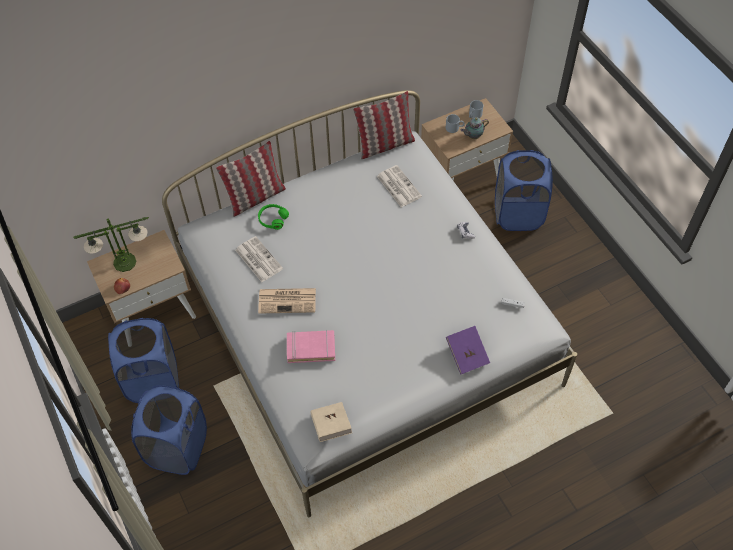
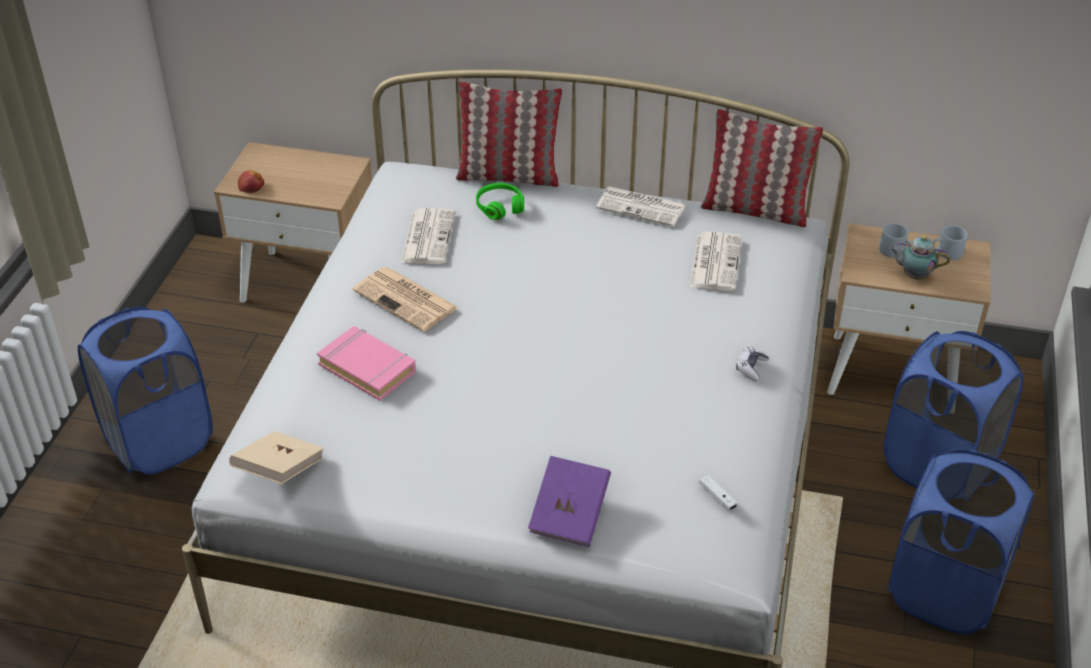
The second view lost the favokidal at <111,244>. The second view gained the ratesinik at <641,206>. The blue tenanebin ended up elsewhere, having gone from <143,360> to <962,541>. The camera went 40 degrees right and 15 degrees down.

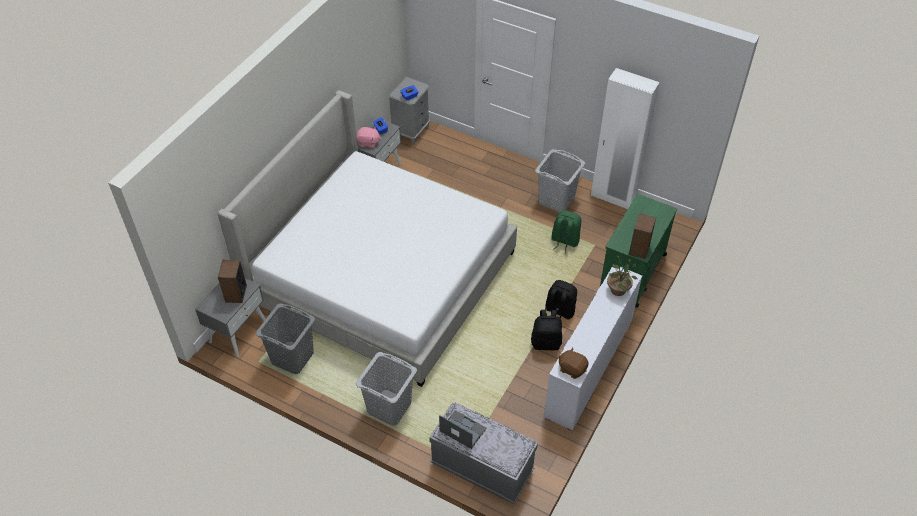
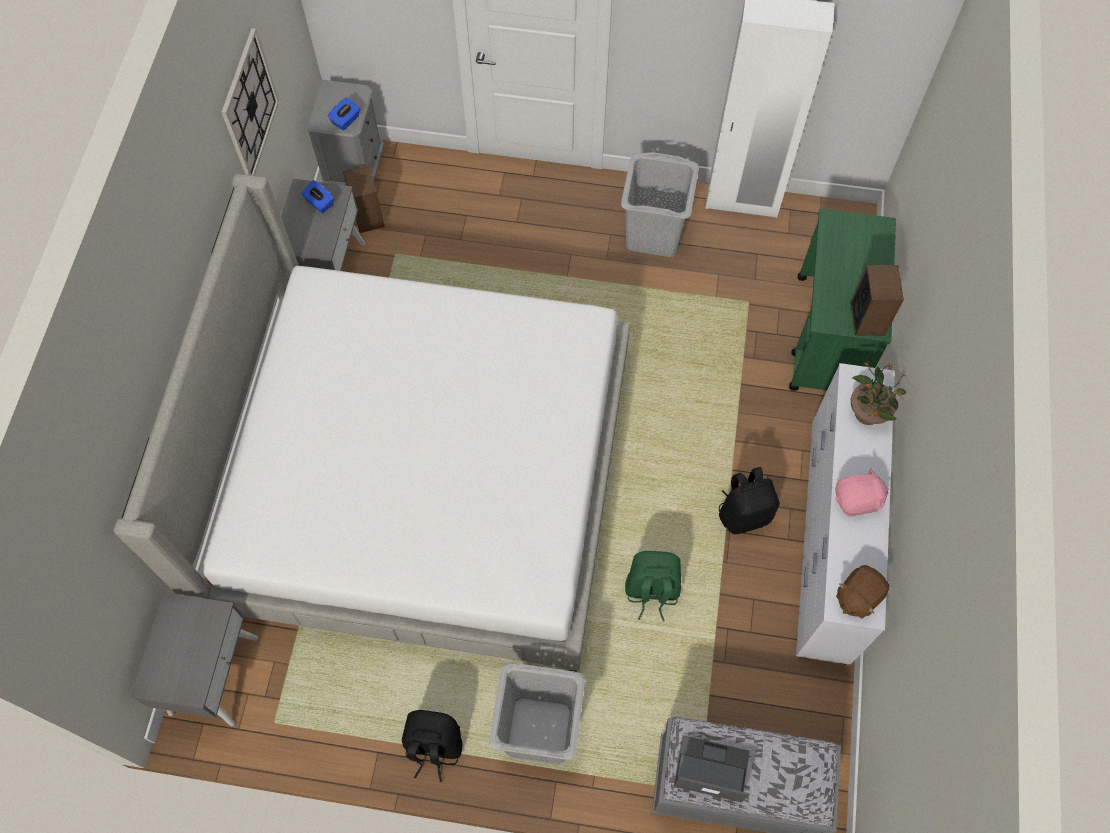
The second view lost the grey tenanebin at <285,338>. The second view gained the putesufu at <250,102>. The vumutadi ended up elsewhere, having gone from <232,281> to <364,199>. The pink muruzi ended up elsewhere, having gone from <368,137> to <862,492>. The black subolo ended up elsewhere, having gone from <561,299> to <432,746>. The green subolo ended up elsewhere, having gone from <566,231> to <653,586>. The brown muruzi at <573,363> ended up facing another way, 60 degrees counterclockwise from before. The camera went 20 degrees left and 15 degrees up.

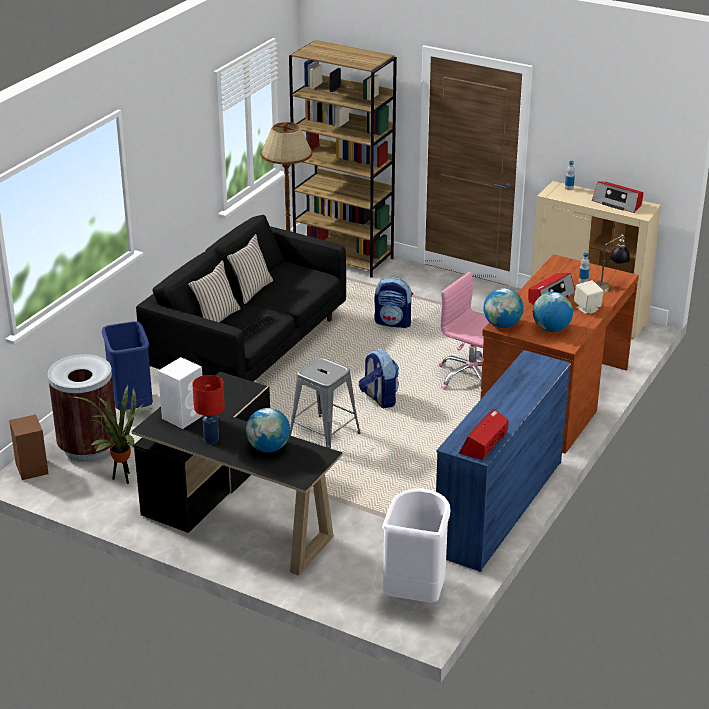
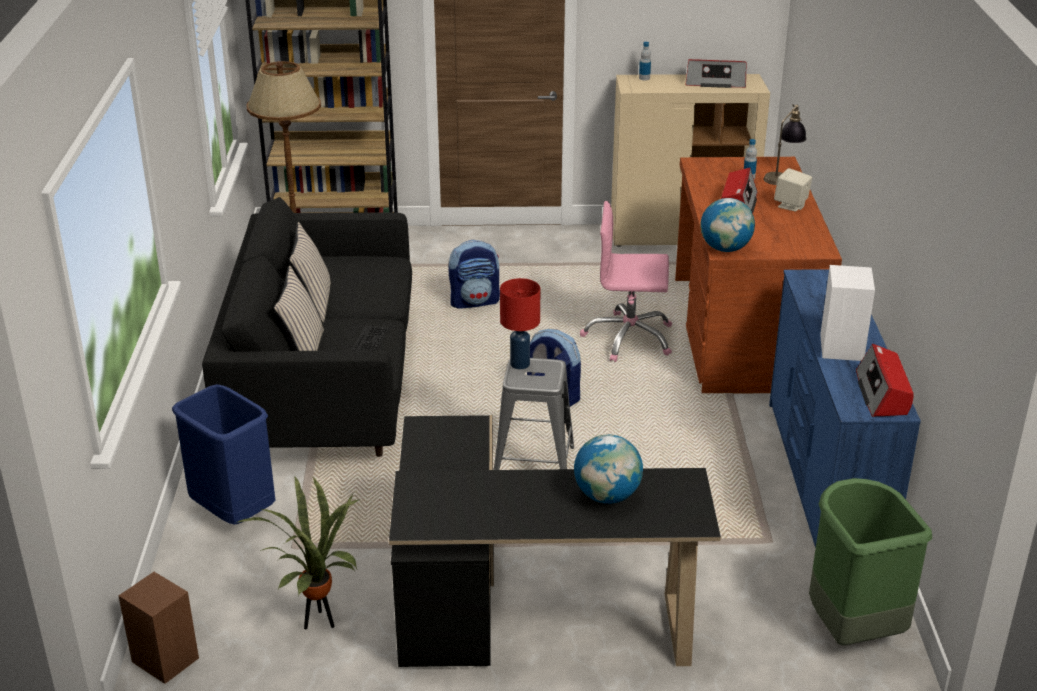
The second view lost the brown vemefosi at <83,408>. The second view lost the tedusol at <553,312>. The white vumutadi ended up elsewhere, having gone from <180,393> to <847,313>. The red favokidal ended up elsewhere, having gone from <208,409> to <520,323>. What was the white vemefosi at <416,545> turned into the green vemefosi at <870,561>. The camera went 30 degrees left and 0 degrees up.

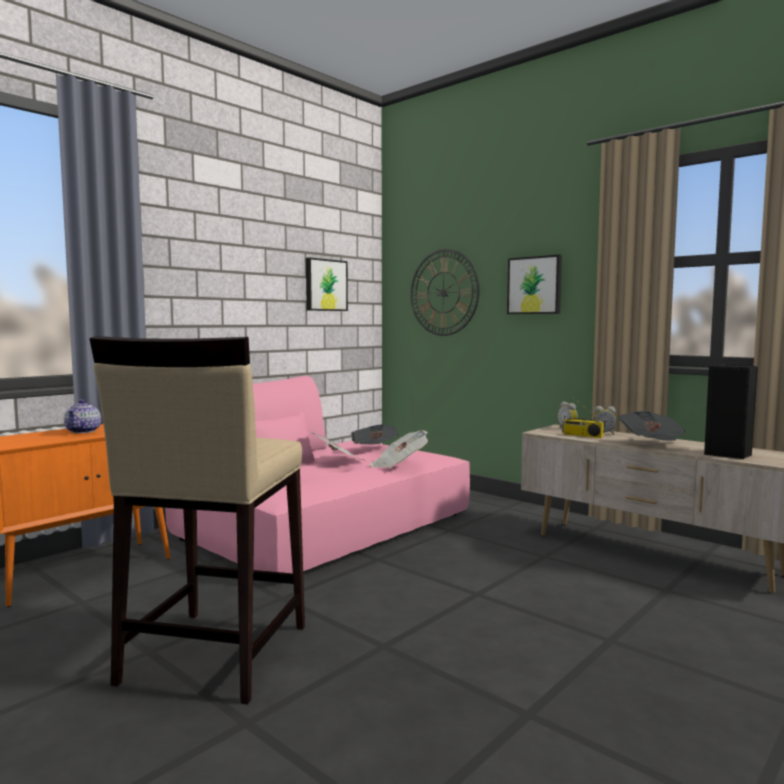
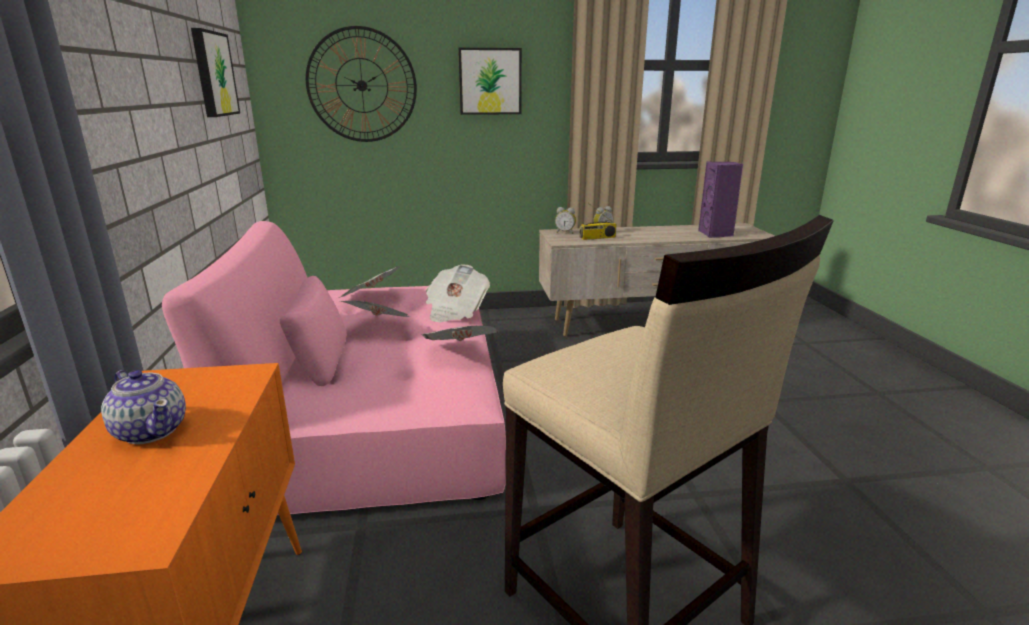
The ratesinik ended up elsewhere, having gone from <651,426> to <460,333>. What was the black vumutadi at <731,411> turned into the purple vumutadi at <720,199>. The camera went 50 degrees left and 15 degrees up.

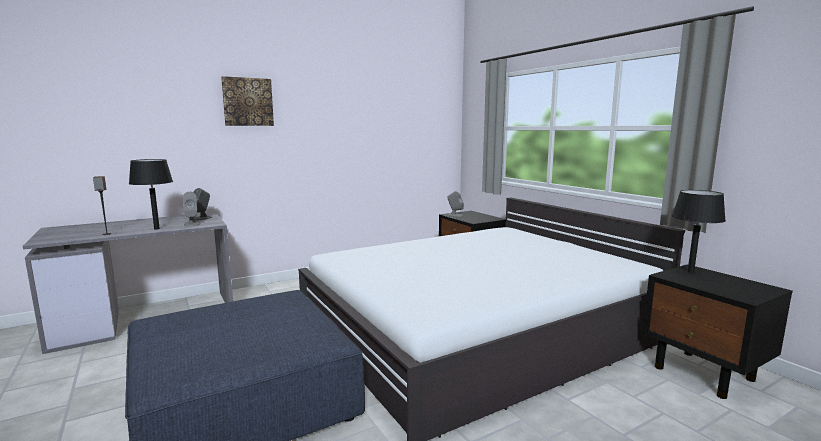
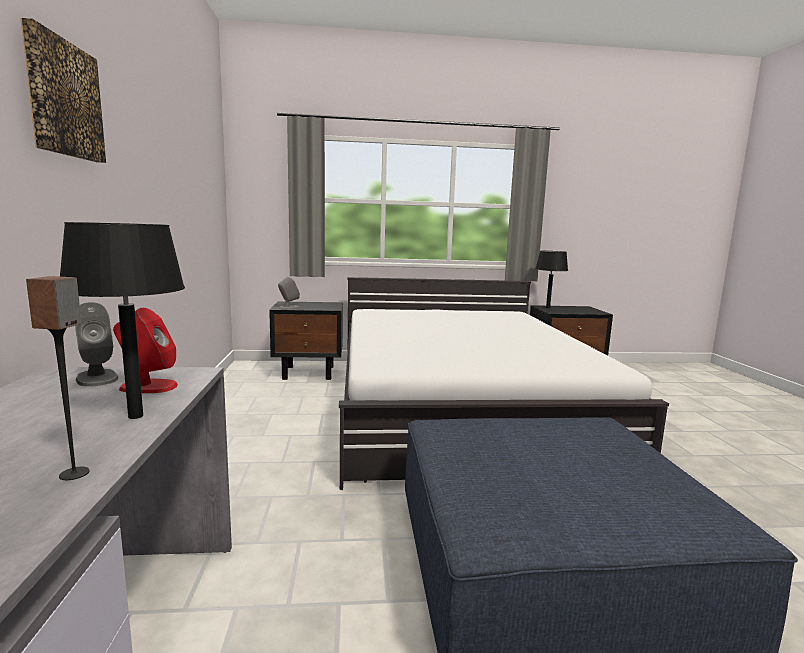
What was the grey vumutadi at <192,209> turned into the red vumutadi at <145,350>. The camera went 65 degrees left and 0 degrees up.

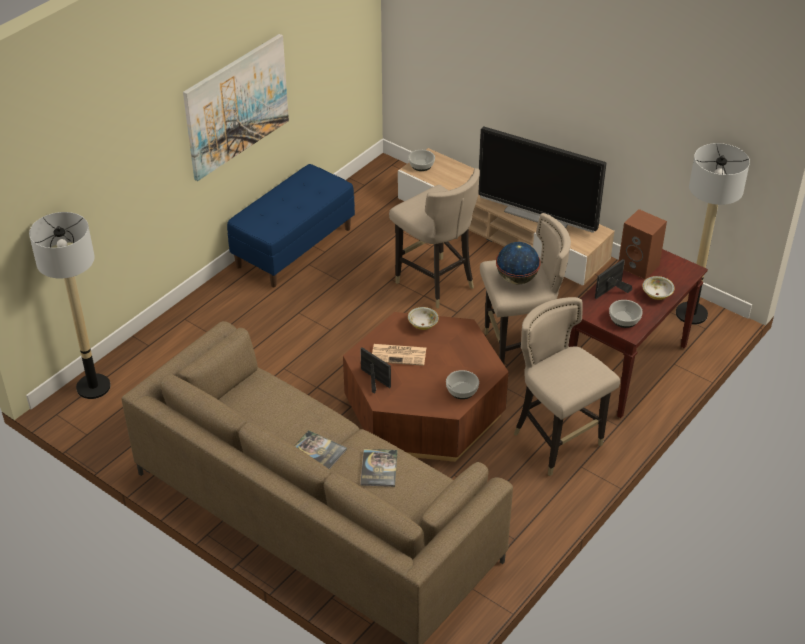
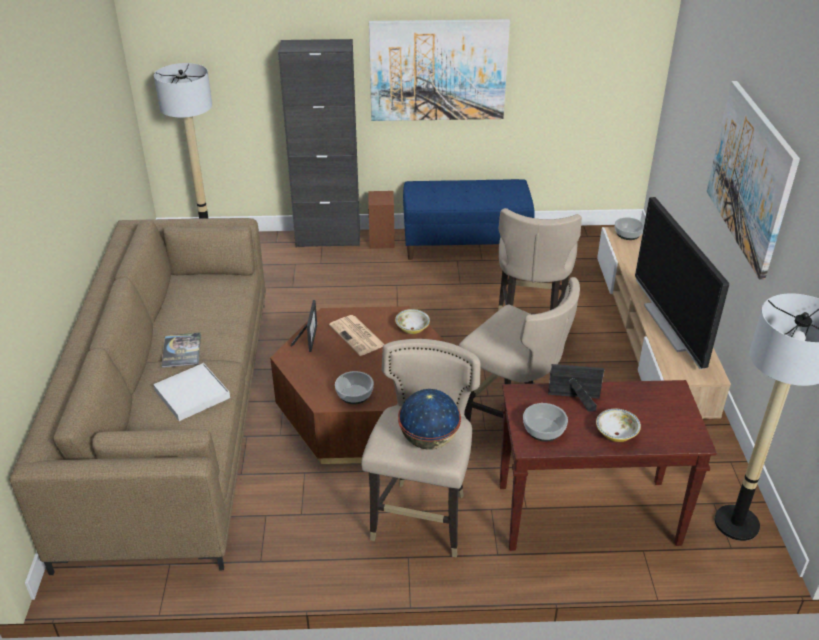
The second view gained the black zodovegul at <319,143>. The second view gained the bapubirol at <753,180>. The tedusol ended up elsewhere, having gone from <518,263> to <429,419>. The brown vumutadi ended up elsewhere, having gone from <643,244> to <381,219>. Where the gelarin stood at <379,468>, the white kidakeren came to stand at <191,392>. The camera went 50 degrees right and 5 degrees down.

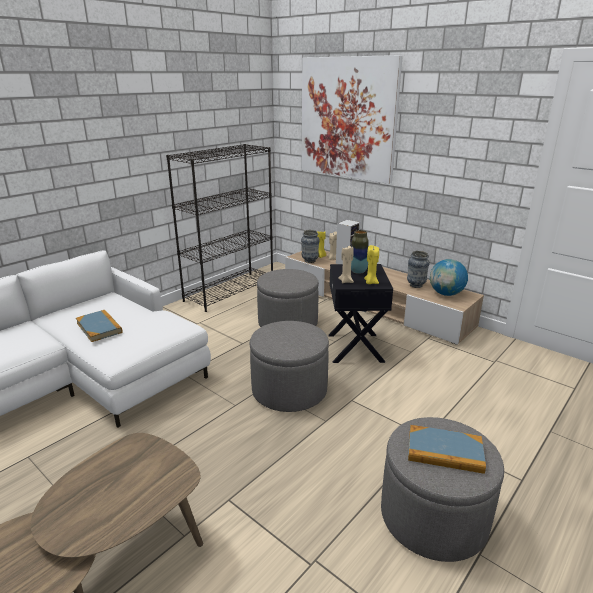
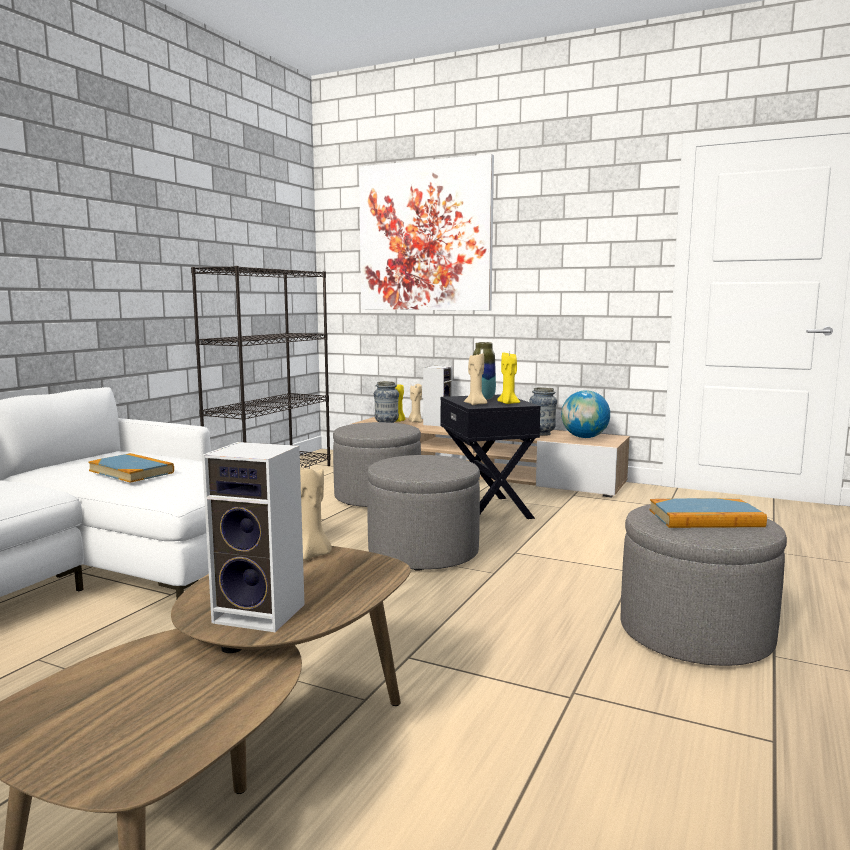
The second view gained the vumutadi at <253,537>. The second view gained the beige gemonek at <316,512>. The camera went 15 degrees left and 15 degrees down.

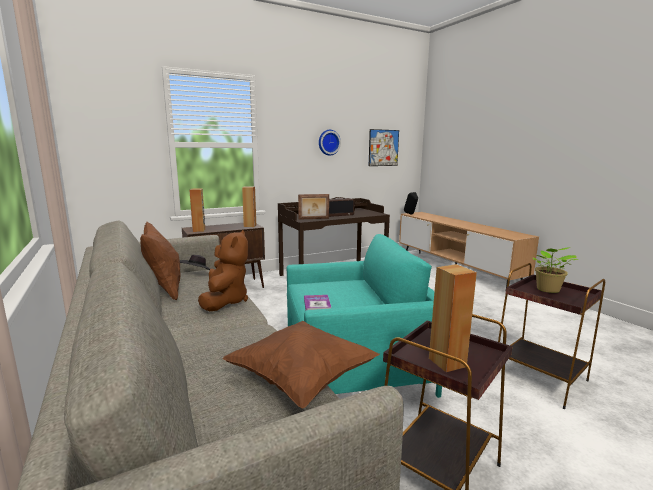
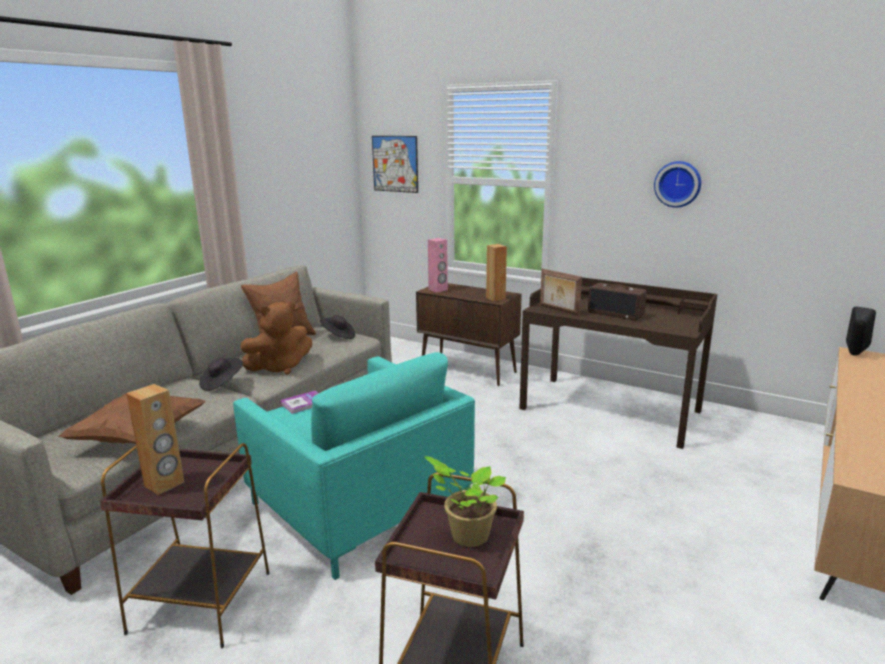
The second view gained the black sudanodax at <221,374>. The bapubirol ended up elsewhere, having gone from <384,147> to <395,164>. What was the brown vumutadi at <197,210> turned into the pink vumutadi at <438,265>. The camera went 60 degrees right and 5 degrees up.

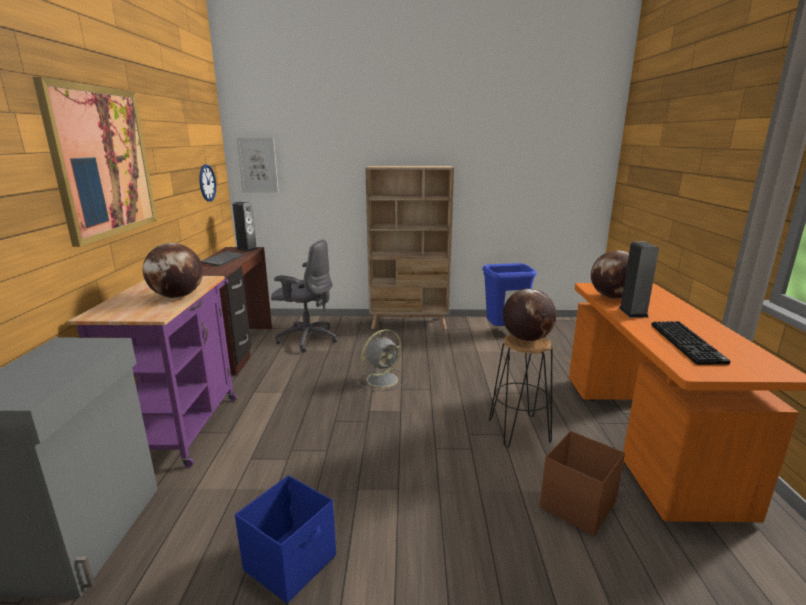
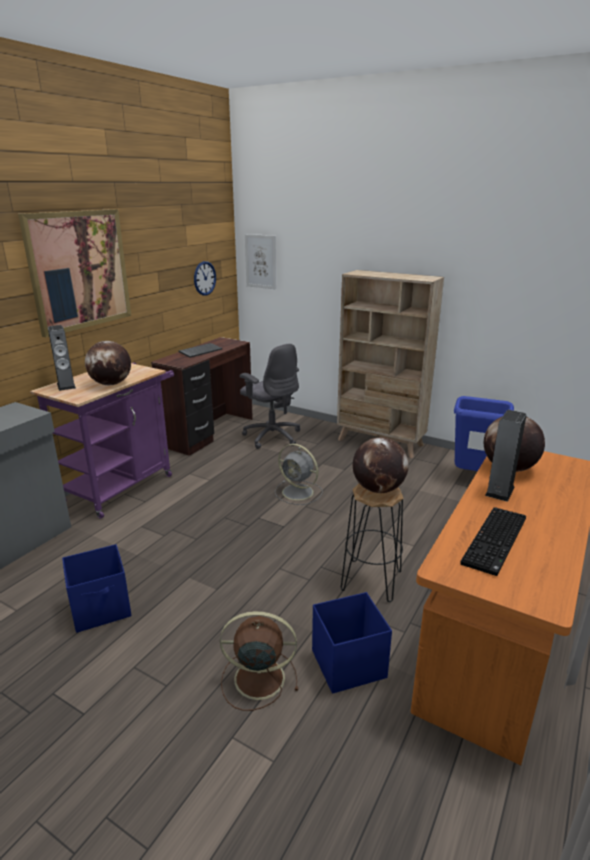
The second view gained the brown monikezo at <259,661>. The vumutadi ended up elsewhere, having gone from <244,226> to <62,358>. What was the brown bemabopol at <582,483> turned into the blue bemabopol at <352,643>. The grey monikezo at <382,360> ended up facing another way, 45 degrees clockwise from before. The camera went 30 degrees right and 5 degrees up.

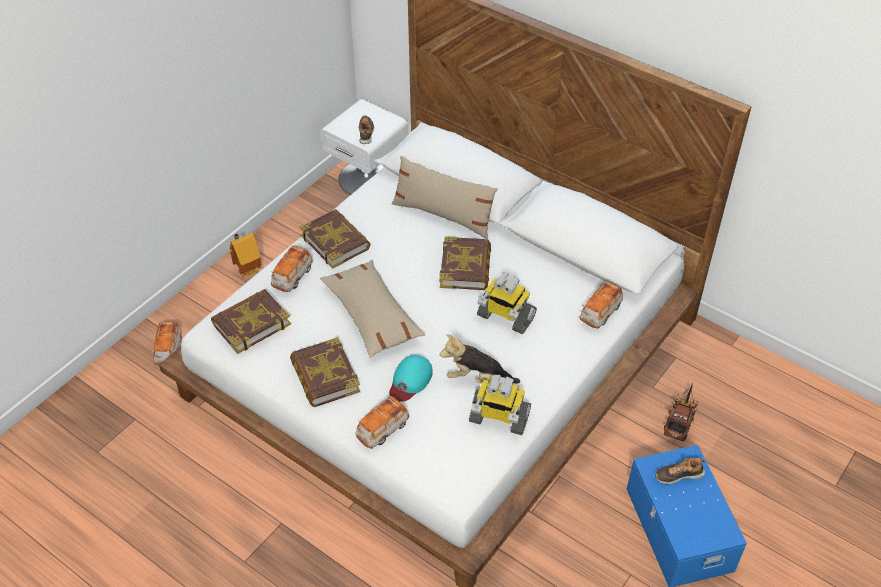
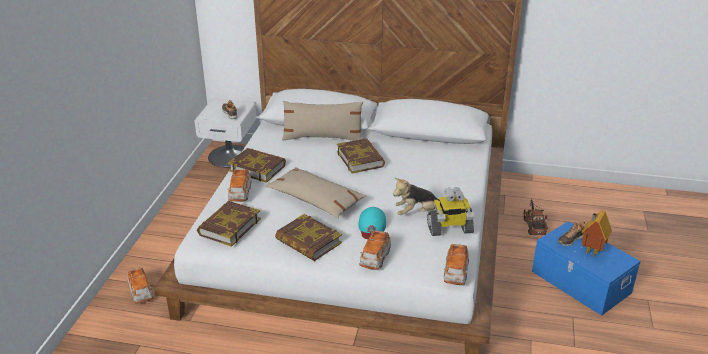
The second view lost the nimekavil at <507,303>. The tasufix ended up elsewhere, having gone from <246,256> to <596,233>. The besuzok ended up elsewhere, having gone from <601,305> to <456,264>. The camera went 25 degrees left and 15 degrees down.

